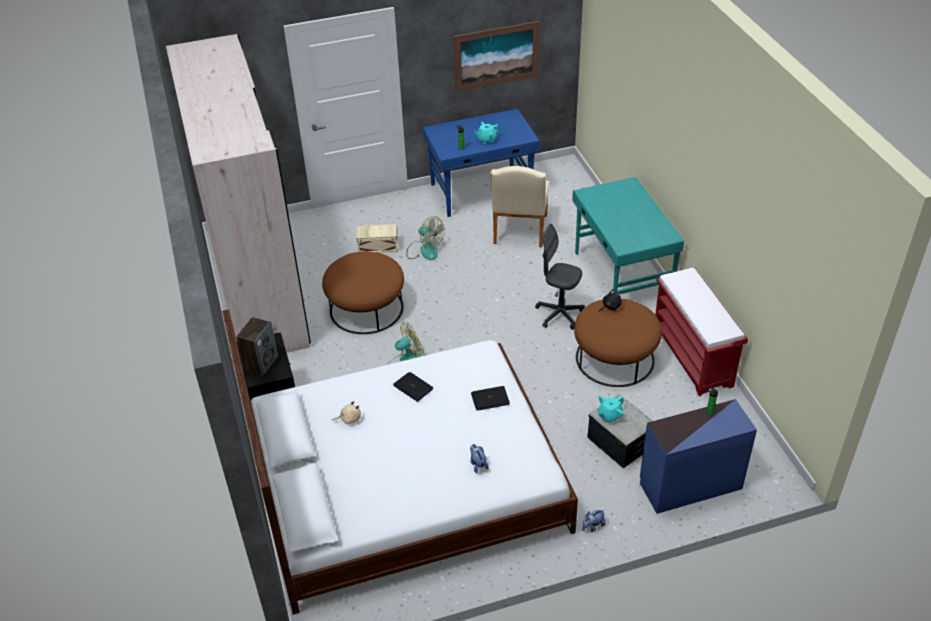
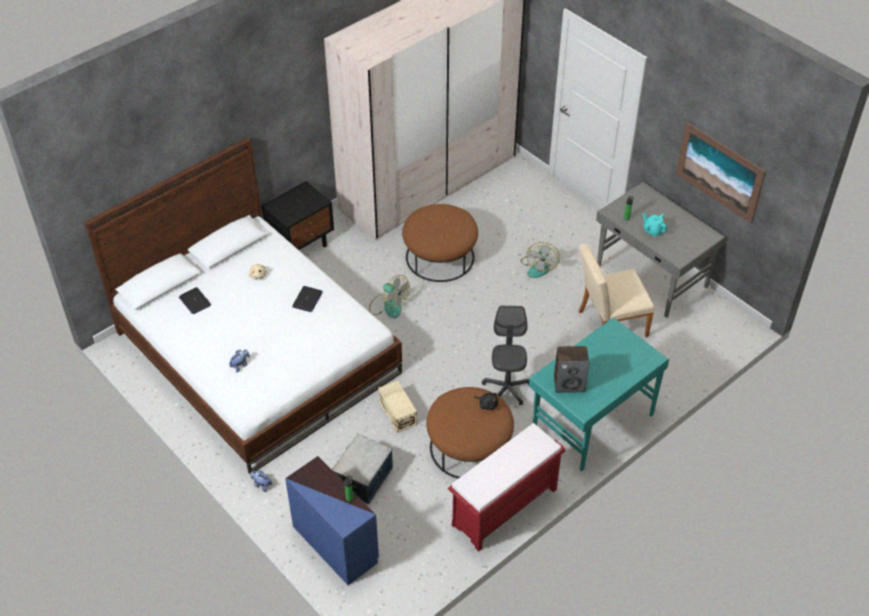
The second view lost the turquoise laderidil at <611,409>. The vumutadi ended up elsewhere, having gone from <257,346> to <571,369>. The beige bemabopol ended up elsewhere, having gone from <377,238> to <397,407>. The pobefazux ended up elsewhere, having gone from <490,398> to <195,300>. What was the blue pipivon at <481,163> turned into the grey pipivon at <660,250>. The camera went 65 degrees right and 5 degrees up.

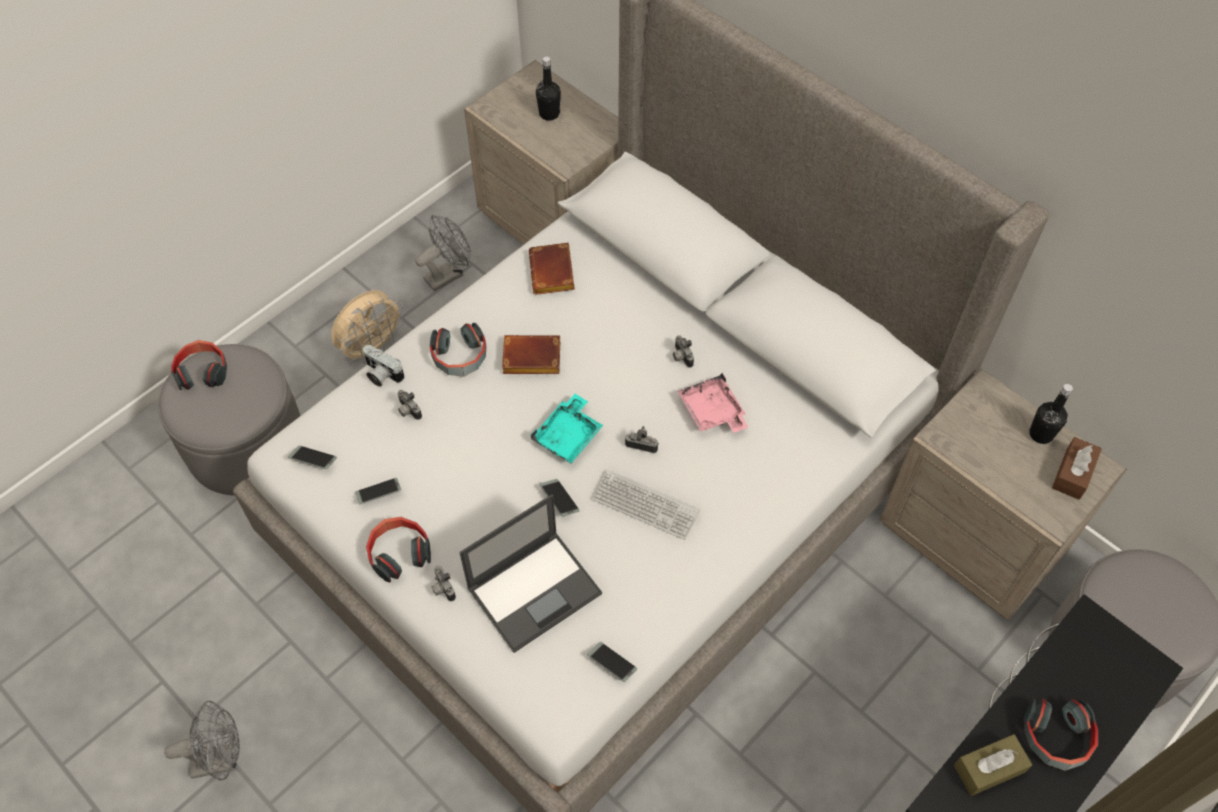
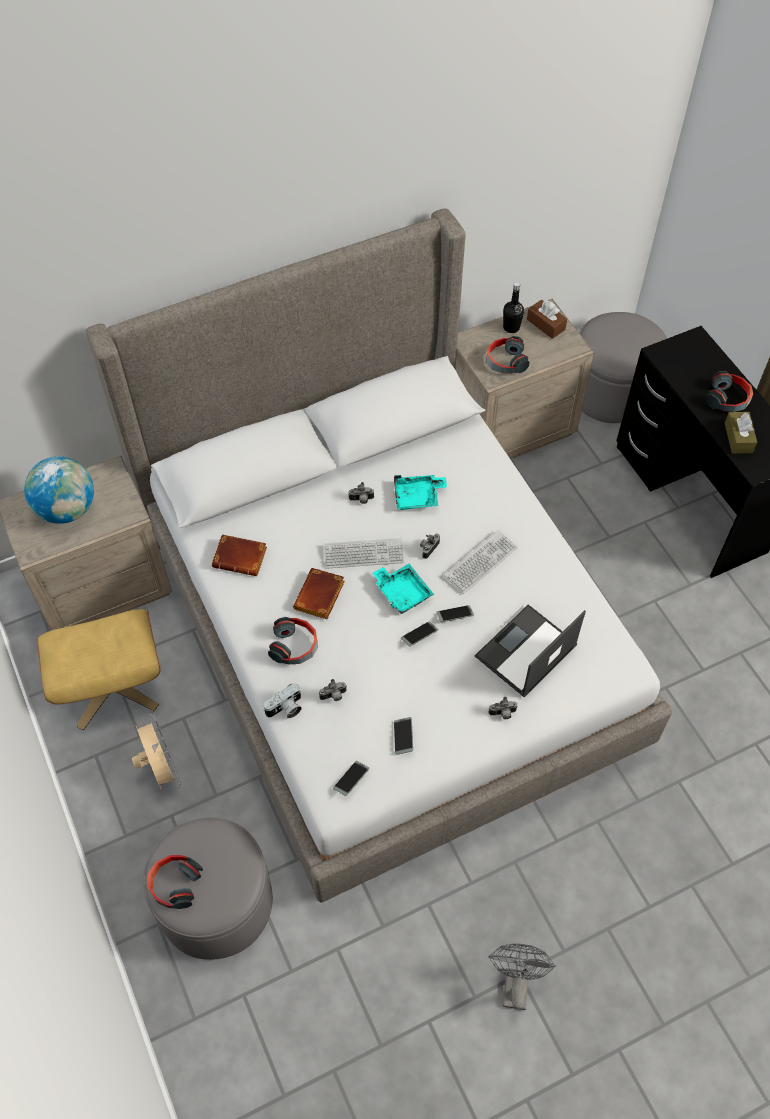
The second view gained the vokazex at <364,553>. The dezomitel ended up elsewhere, having gone from <398,550> to <508,355>. The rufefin ended up elsewhere, having gone from <612,662> to <420,634>. Where the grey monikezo stood at <443,253>, the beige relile came to stand at <98,669>. Where the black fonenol stood at <548,89>, the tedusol came to stand at <59,490>. What was the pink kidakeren at <712,403> turned into the turquoise kidakeren at <420,492>. The pobefazux at <530,573> ended up facing another way, 120 degrees counterclockwise from before. The camera went 70 degrees left and 0 degrees up.

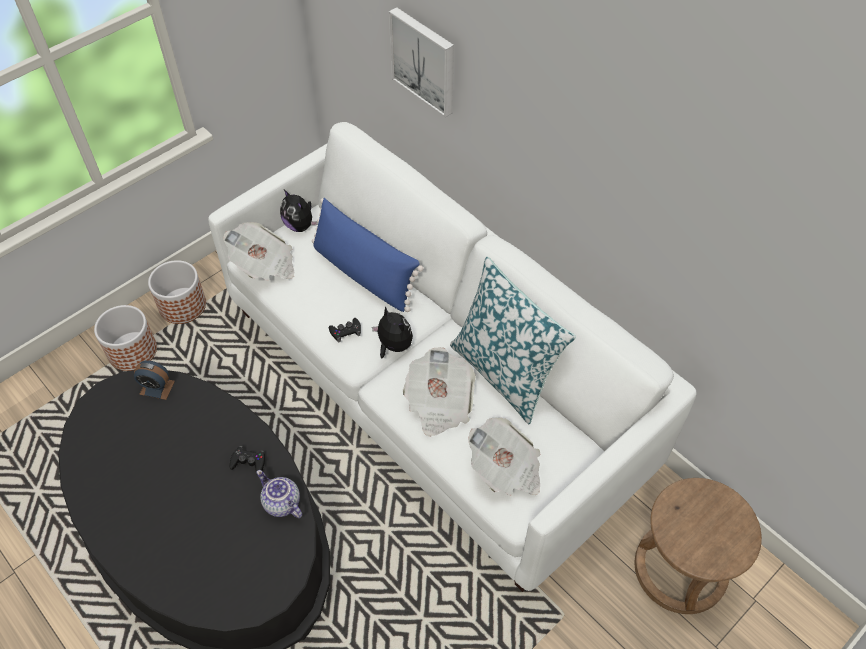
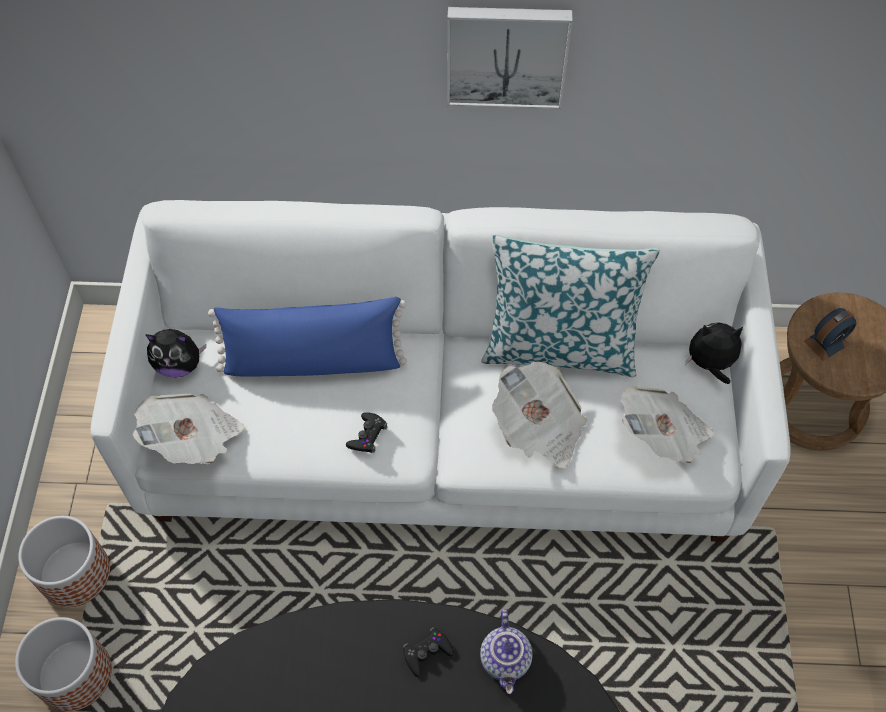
The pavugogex ended up elsewhere, having gone from <154,380> to <830,334>. The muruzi ended up elsewhere, having gone from <392,332> to <714,353>. The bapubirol ended up elsewhere, having gone from <421,62> to <510,58>. The laderidil at <279,494> ended up facing another way, 90 degrees counterclockwise from before. The camera went 45 degrees left and 5 degrees up.

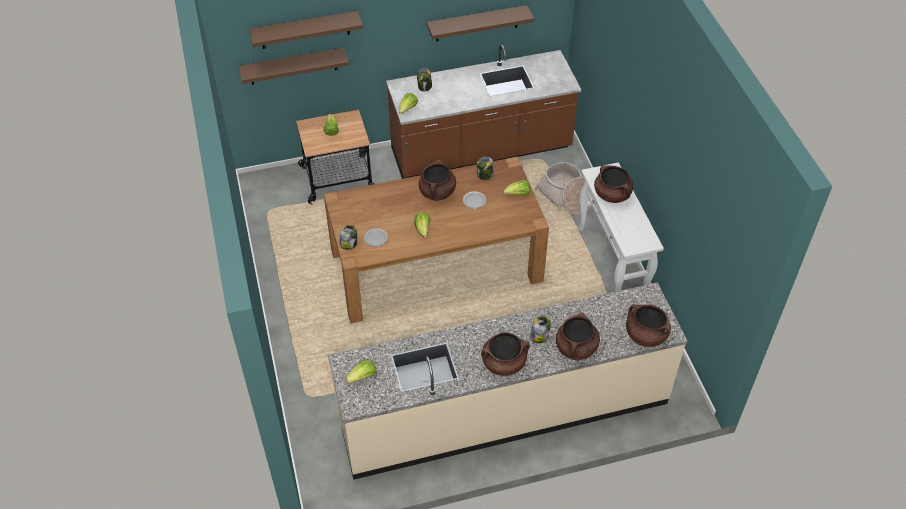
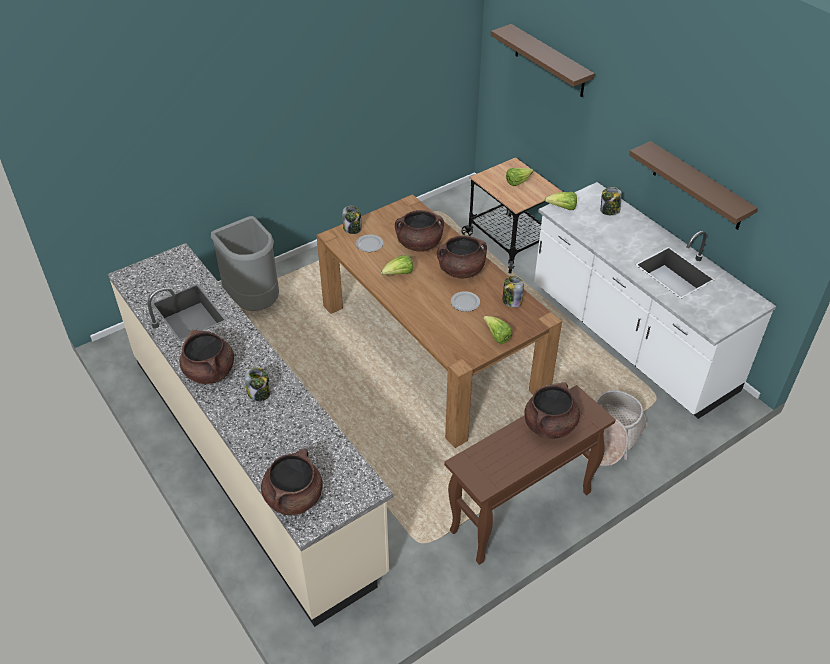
The second view lost the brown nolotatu at <293,66>. The second view lost the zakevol at <361,371>. The second view gained the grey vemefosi at <245,263>. The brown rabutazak ended up elsewhere, having gone from <578,336> to <419,231>. What was the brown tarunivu at <483,111> turned into the white tarunivu at <655,300>. What was the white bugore at <621,227> turned into the brown bugore at <530,475>. The camera went 70 degrees right and 5 degrees down.

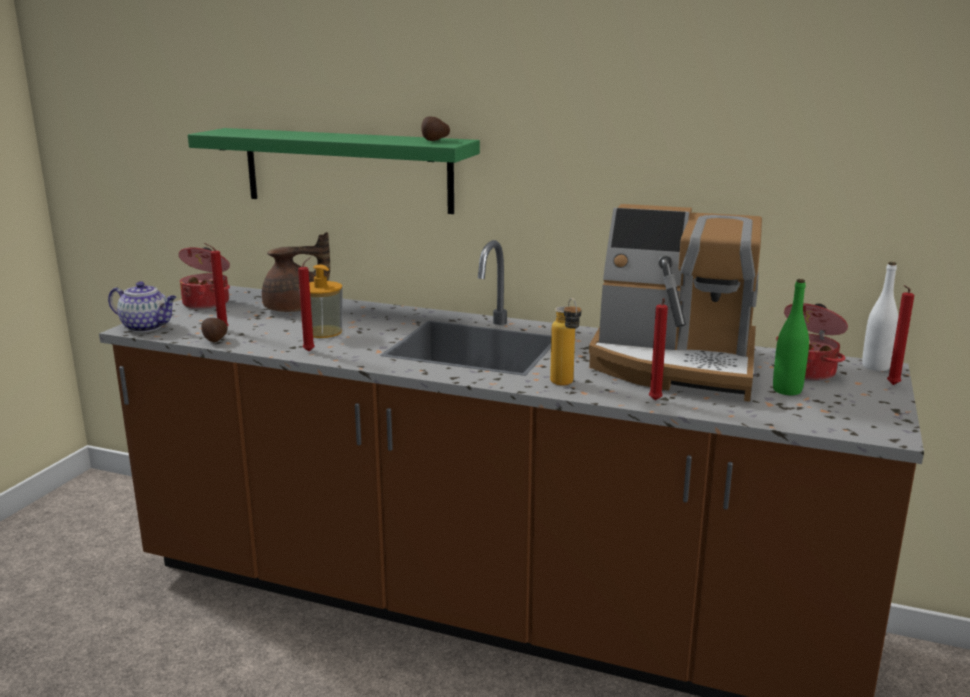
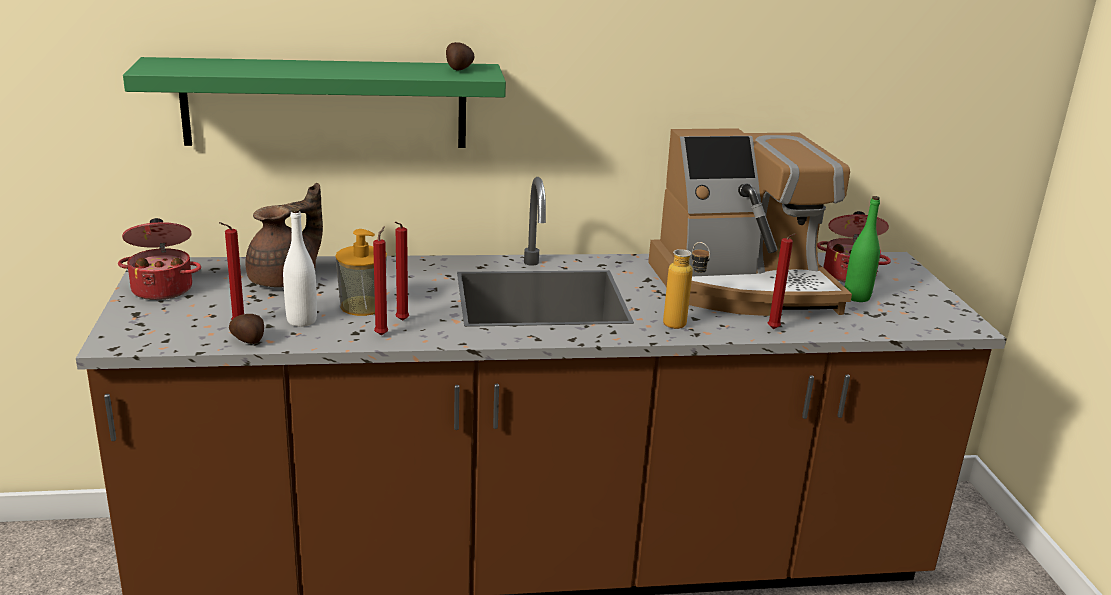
The second view lost the laderidil at <142,306>. The white fonenol ended up elsewhere, having gone from <880,316> to <300,267>. The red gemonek ended up elsewhere, having gone from <900,335> to <402,271>. The camera went 30 degrees left and 5 degrees up.

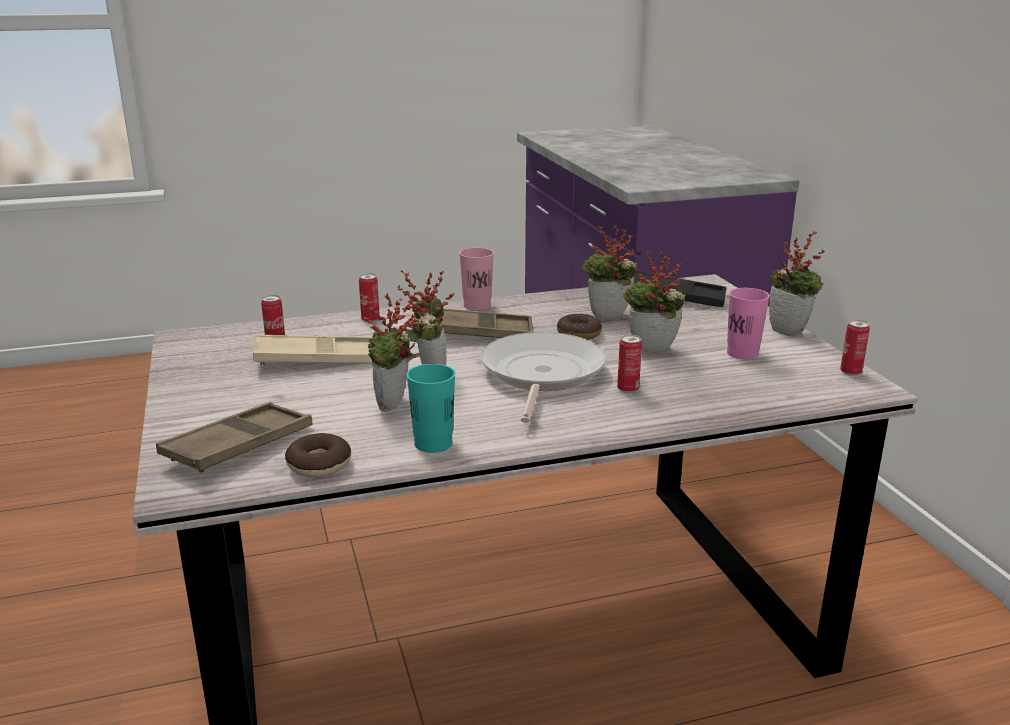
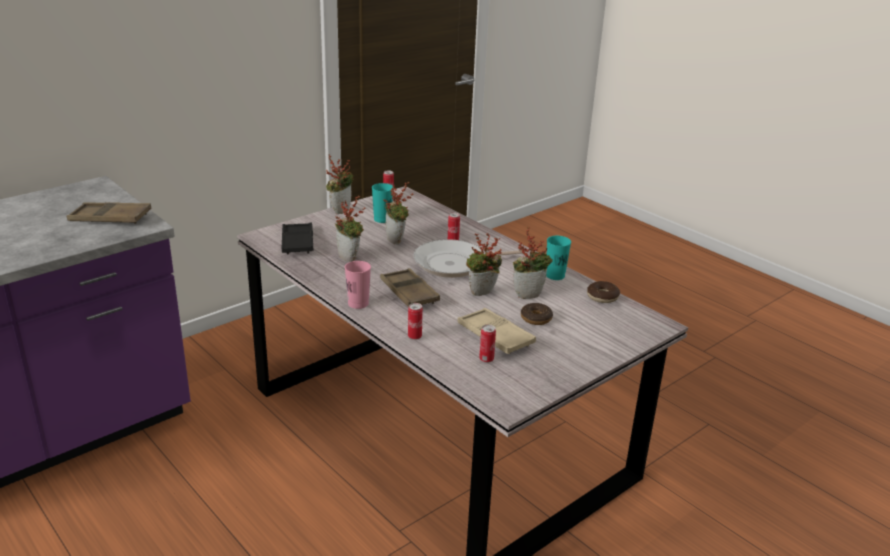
The brown kidakeren ended up elsewhere, having gone from <234,437> to <109,213>. The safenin ended up elsewhere, having gone from <579,327> to <537,314>. What was the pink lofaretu at <748,323> turned into the turquoise lofaretu at <382,203>. The camera went 115 degrees left and 5 degrees up.

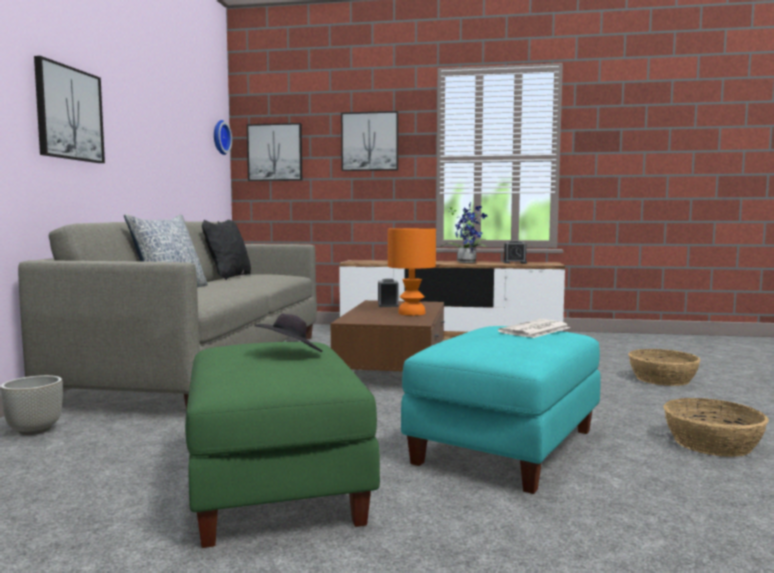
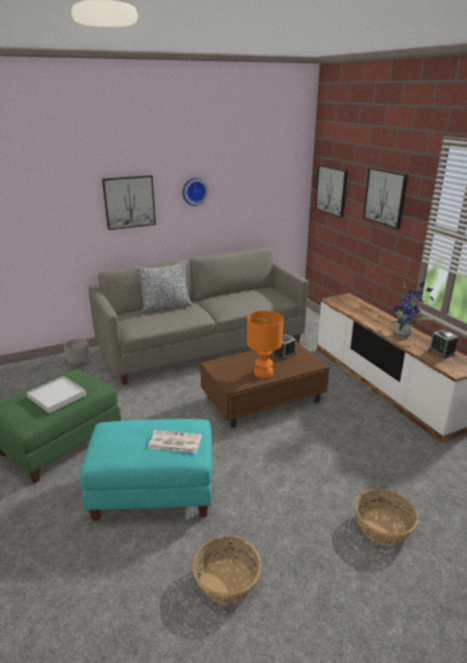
The second view lost the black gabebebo at <226,250>. The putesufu ended up elsewhere, having gone from <223,137> to <195,192>. Where the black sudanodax stood at <288,333>, the white kidakeren came to stand at <56,394>. The camera went 55 degrees right and 20 degrees up.

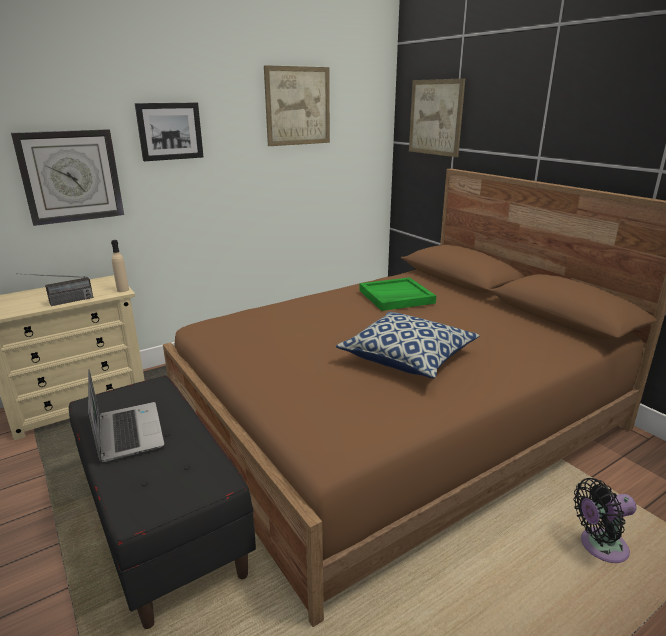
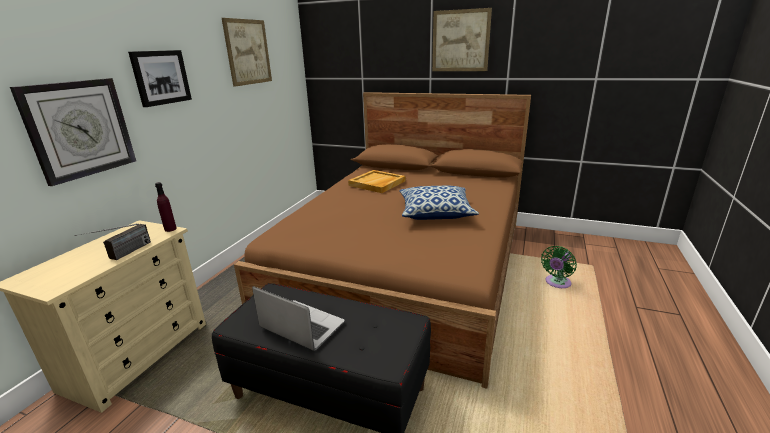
The bapubirol ended up elsewhere, having gone from <437,117> to <462,39>. What was the beige fonenol at <120,266> turned into the purple fonenol at <166,207>. What was the green kidakeren at <397,294> turned into the beige kidakeren at <377,181>. What was the black monikezo at <604,520> turned into the green monikezo at <559,267>. The camera went 35 degrees left and 0 degrees up.

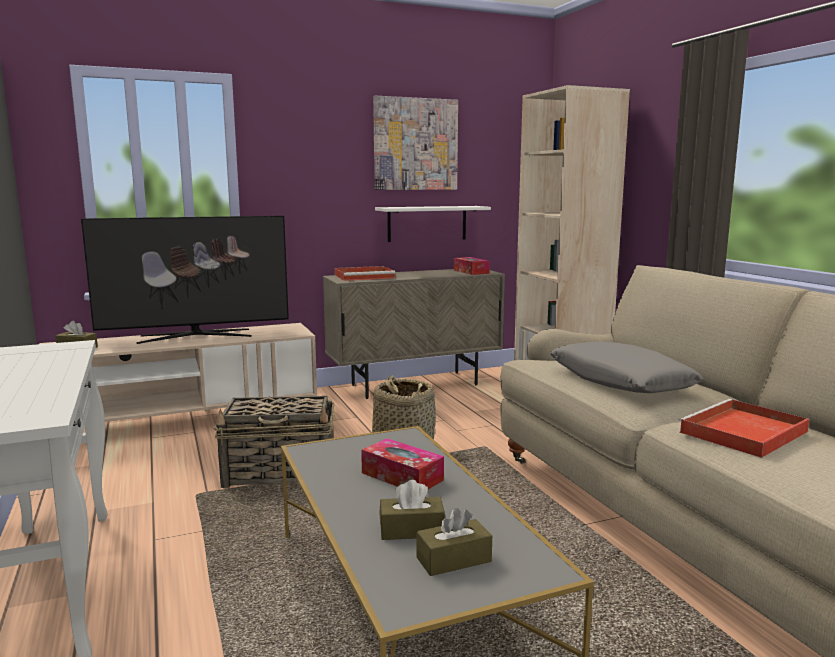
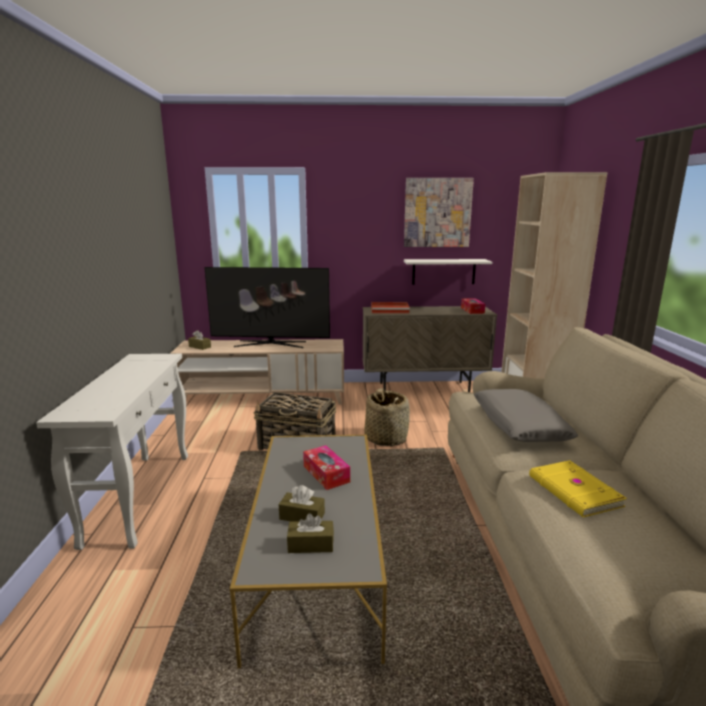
Where the red kidakeren stood at <743,428>, the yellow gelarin came to stand at <578,488>. The camera went 20 degrees right and 5 degrees up.

